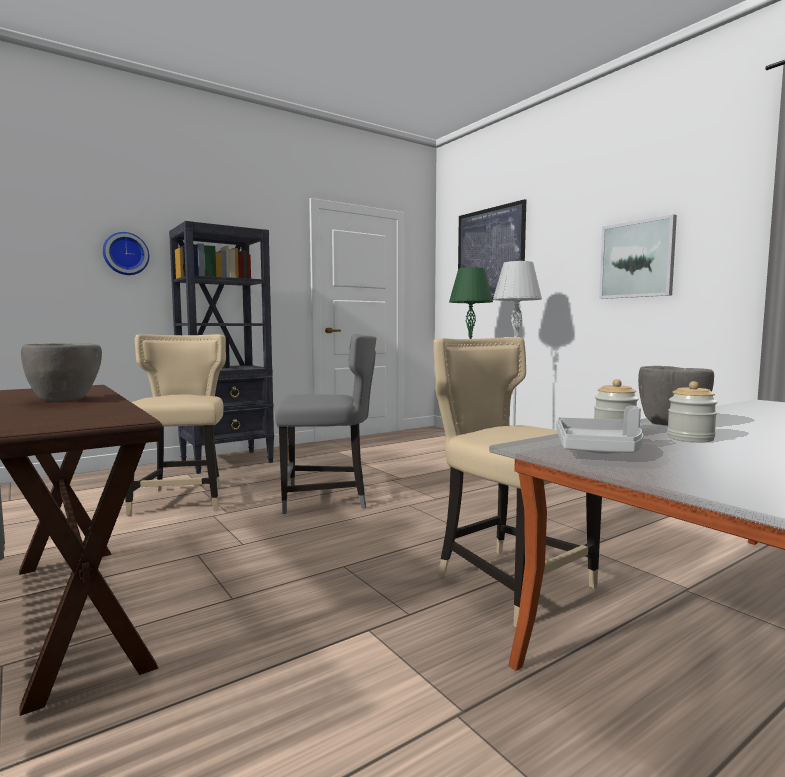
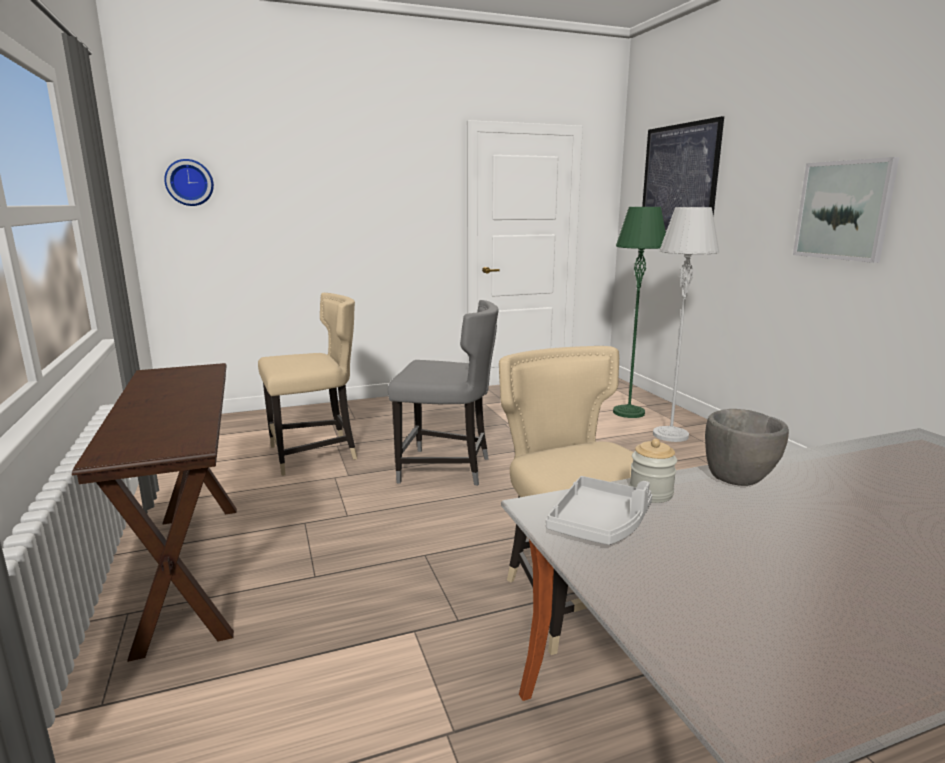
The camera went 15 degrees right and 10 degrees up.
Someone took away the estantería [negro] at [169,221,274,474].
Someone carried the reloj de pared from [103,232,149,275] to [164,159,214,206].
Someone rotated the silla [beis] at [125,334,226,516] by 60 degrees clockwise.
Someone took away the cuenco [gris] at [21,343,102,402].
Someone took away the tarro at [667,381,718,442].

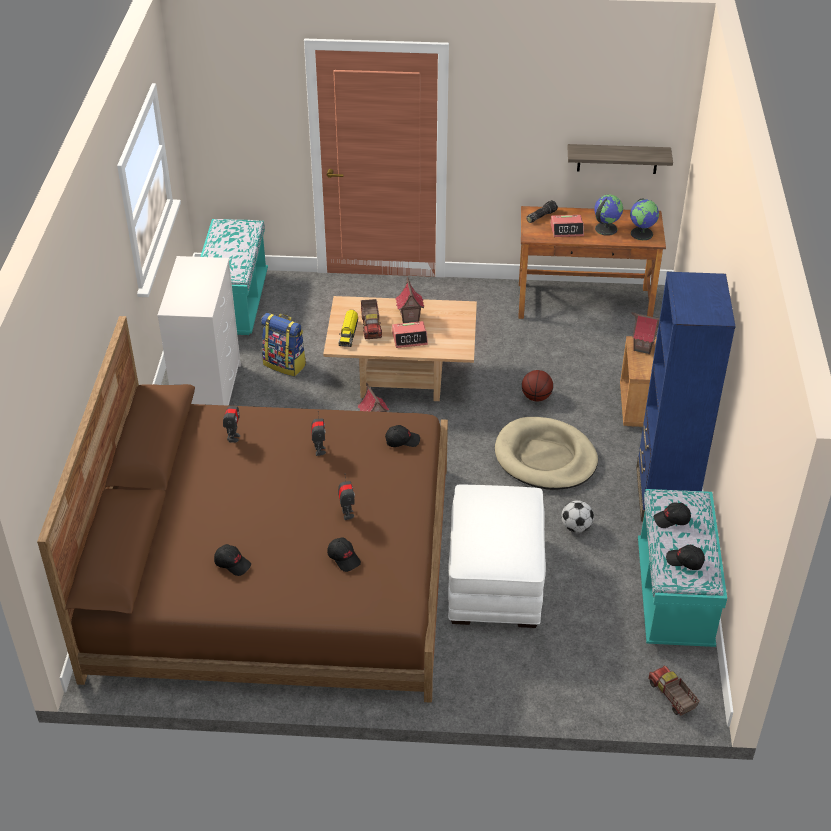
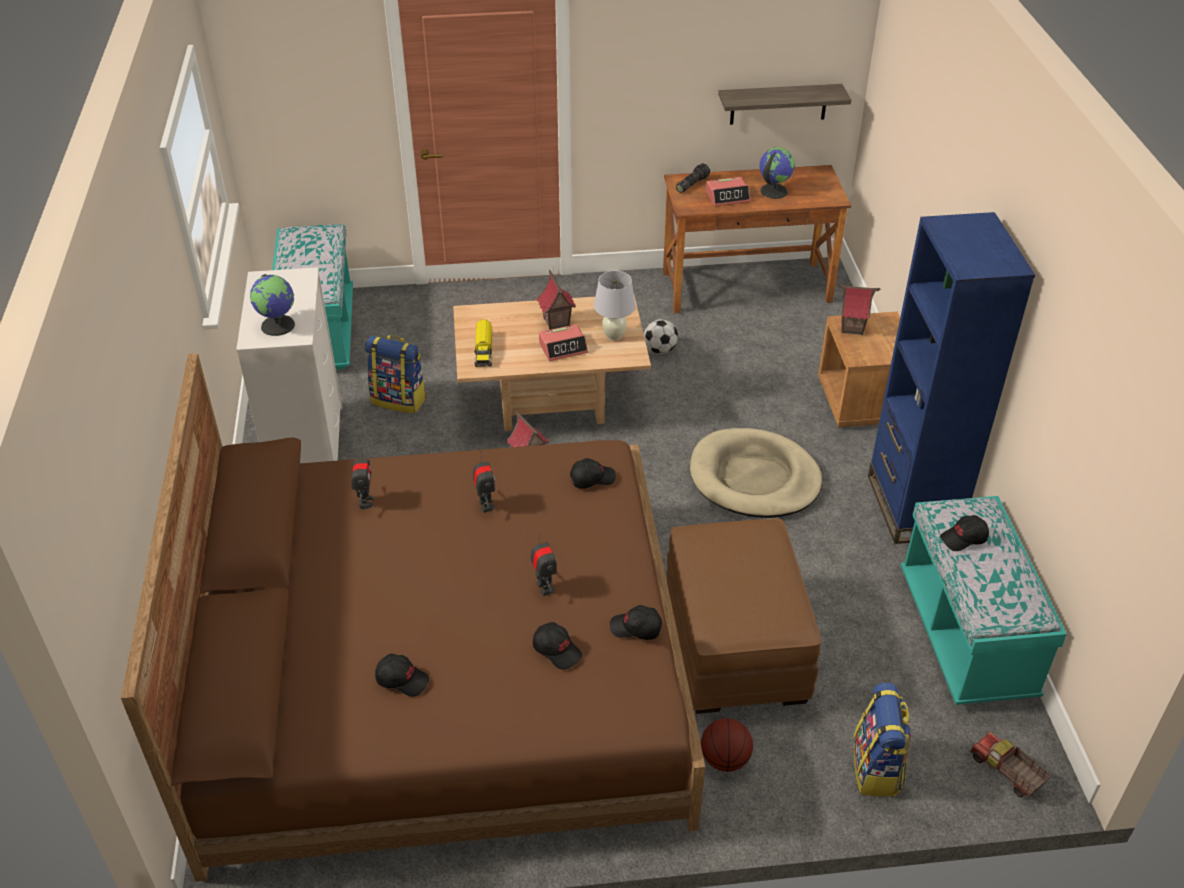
The camera went 10 degrees left and 0 degrees up.
Someone carried the globo terráqueo from [630,199,659,240] to [250,274,295,336].
Someone took away the camión de juguete at [361,299,382,339].
Someone carried the balón de baloncesto from [522,370,553,402] to [701,718,753,772].
Someone repainted the puf [blanco] at [448,484,546,628], which became the puf [marrón] at [667,519,821,714].
Someone carried the balón de fútbol from [561,500,594,533] to [644,319,678,354].
Someone carried the gorra [negro] from [666,545,705,570] to [610,605,662,640].
Someone put down the lámpara de mesa [blanco] at [594,271,636,341].
Someone put down the mochila at [853,682,911,797].

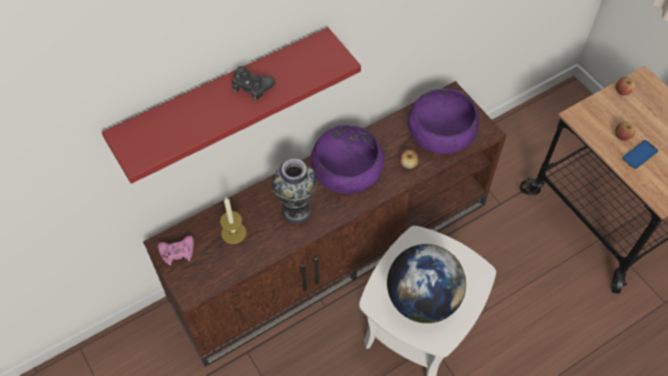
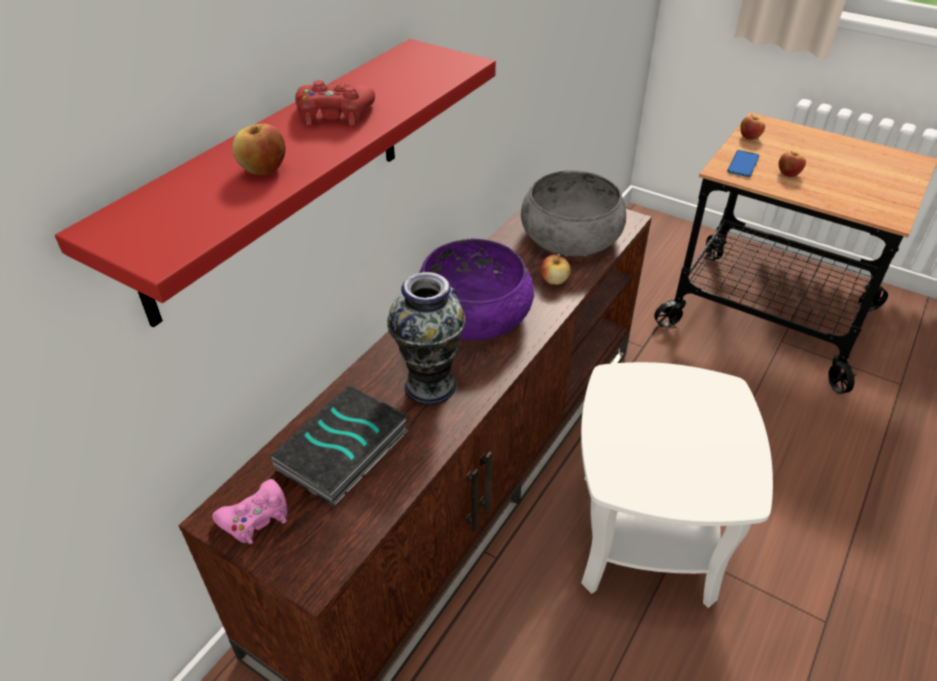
The camera went 25 degrees left and 15 degrees down.
Someone repainted the mando de consola [negro] at [232,66,276,101], which became the mando de consola [rojo] at [295,80,375,125].
Someone repainted the cuenco [morado] at [408,88,479,154], which became the cuenco [gris] at [521,170,626,256].
Someone carried the móvil from [622,140,658,169] to [727,150,760,177].
Someone swapped the vela at [220,198,246,244] for the libro at [271,385,409,507].
Someone took away the globo terráqueo at [387,244,466,323].
Someone put down the manzana at [232,124,286,175].

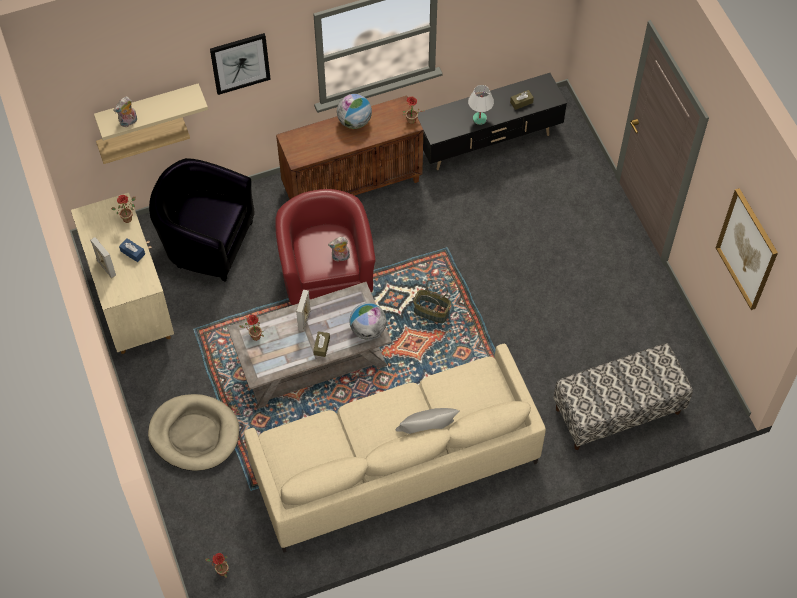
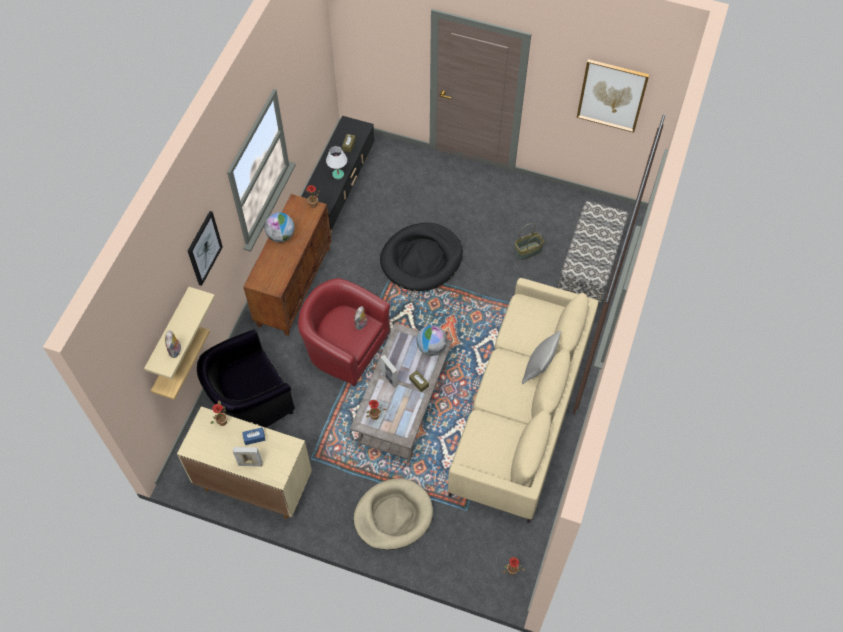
The camera went 50 degrees left and 0 degrees up.
Someone carried the cesta from [413,280,451,323] to [514,223,544,260].
Someone put down the cama para perro [negro] at [380,223,463,291].

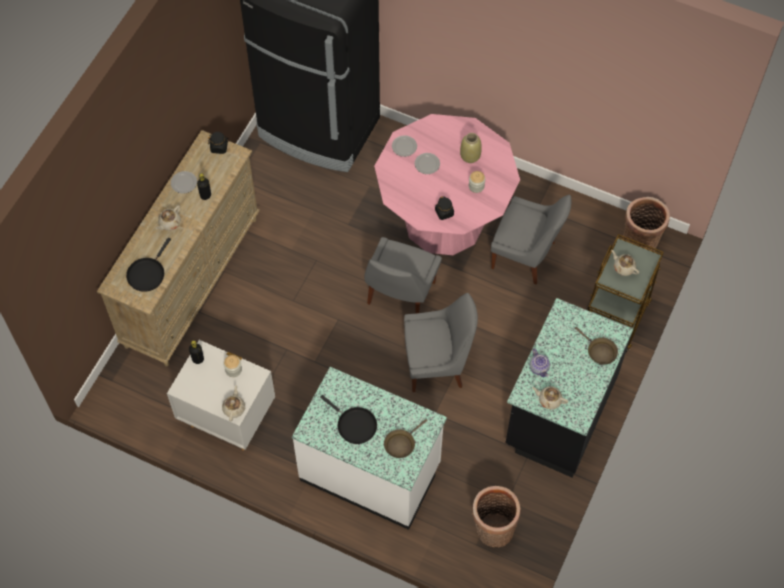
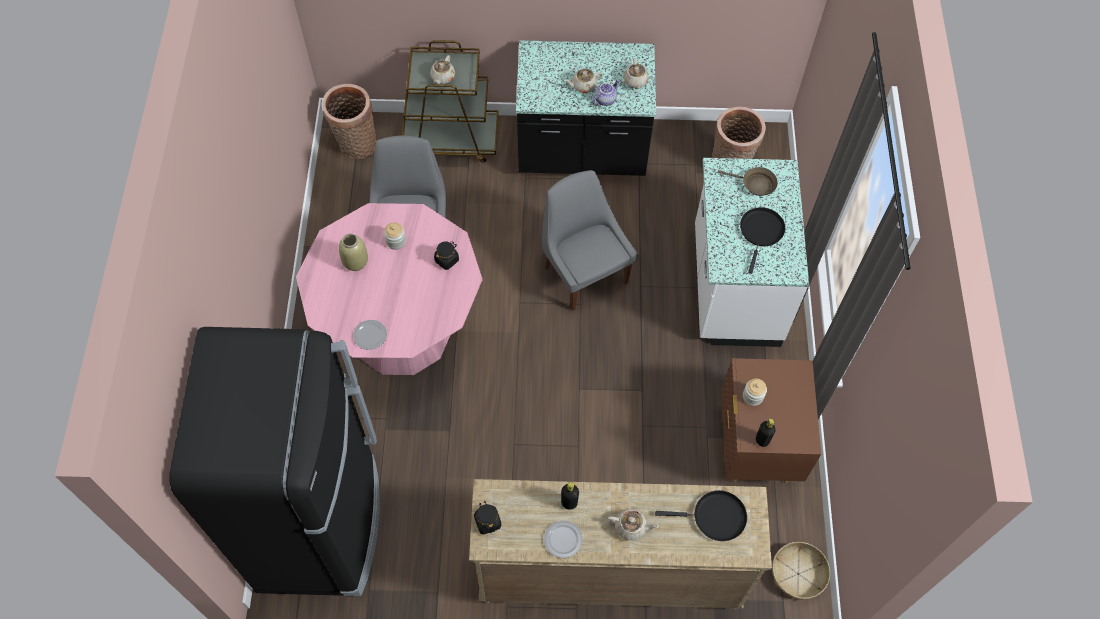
The camera went 115 degrees left and 0 degrees up.
Someone took away the plato at [415,153,440,174].
Someone took away the silla [gris] at [364,237,442,314].
Someone took away the sartén [marrón] at [575,327,618,365].
Someone repainted the mesita de noche [blanco] at [167,340,275,450], which became the mesita de noche [marrón] at [721,358,821,483].
Someone carried the tetera [beis] from [222,385,245,421] to [564,68,603,93].
Someone put down the cesta at [772,542,830,600].

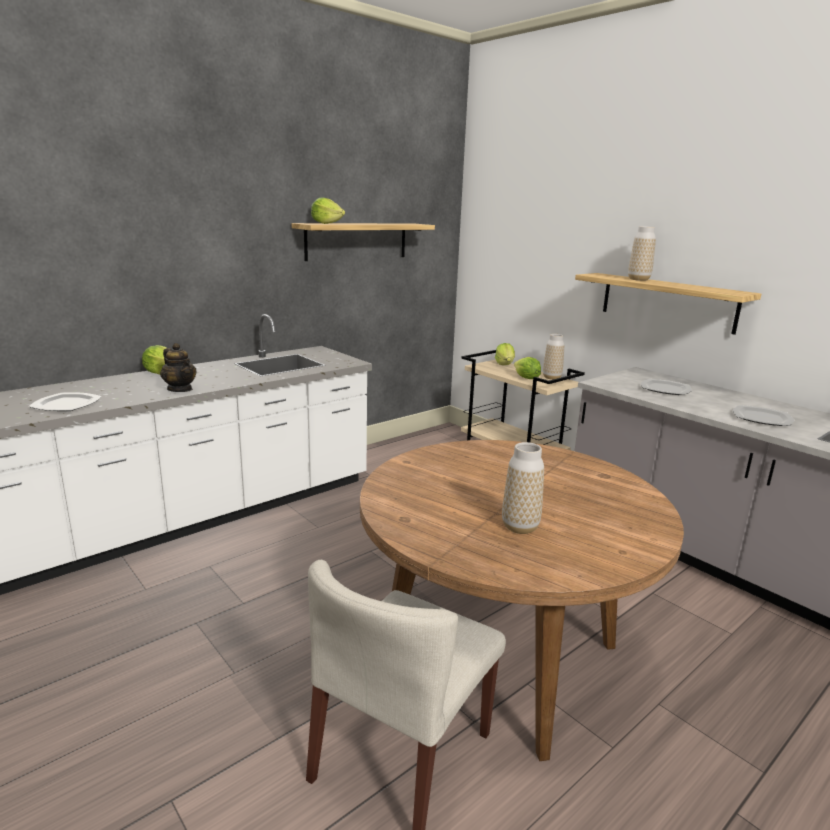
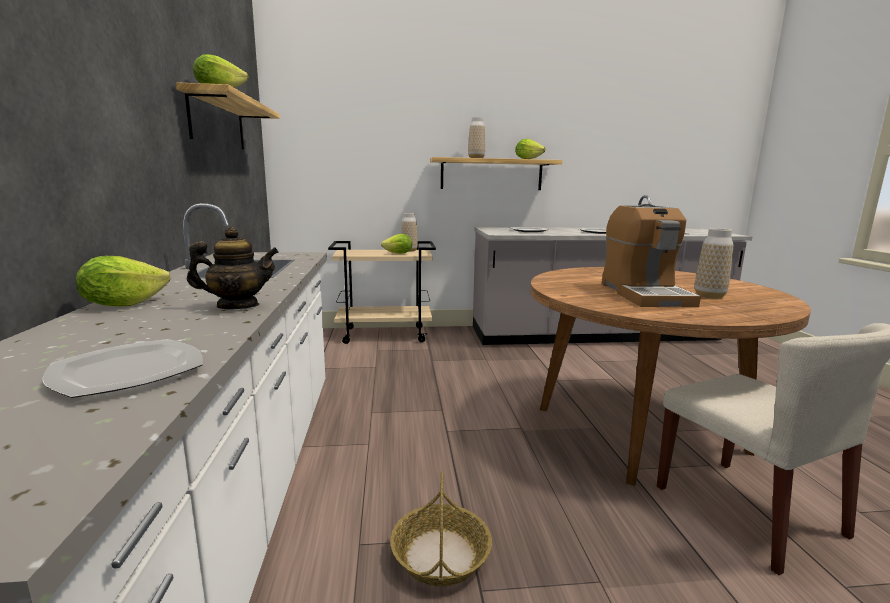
The camera went 55 degrees left and 5 degrees down.
Someone carried the lechuga from [495,343,515,365] to [515,139,546,159].
Someone put down the cafetera at [602,204,701,307].
Someone put down the cesta at [390,471,492,586].

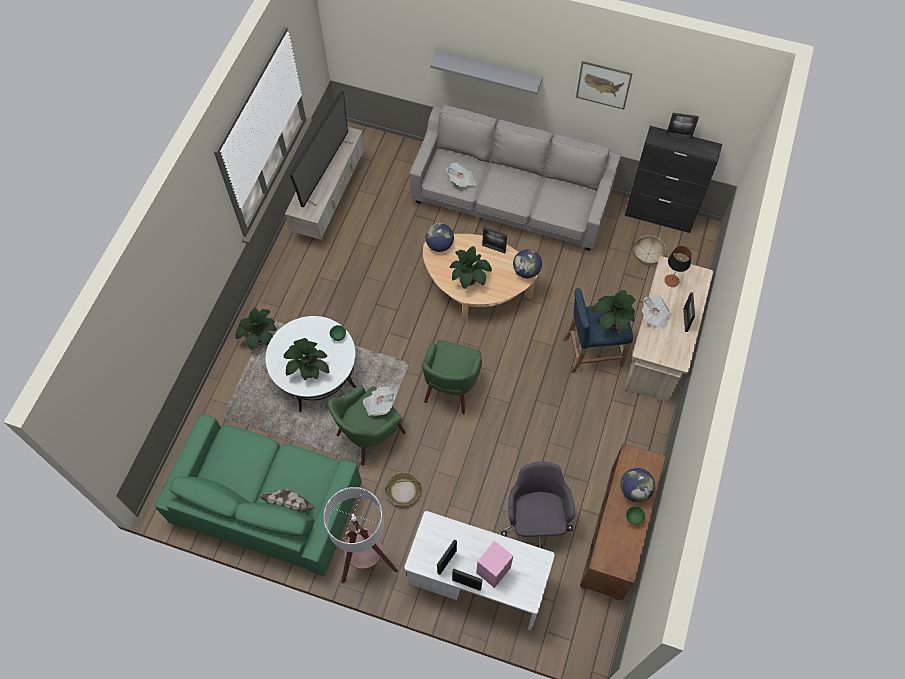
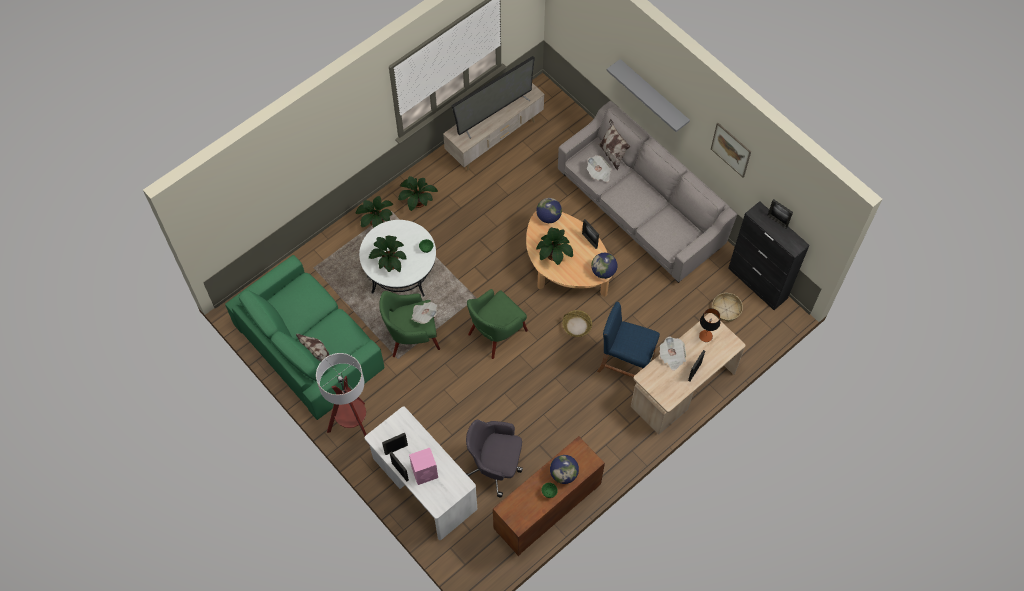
The camera went 30 degrees right and 0 degrees up.
Someone carried the planta en maceta from [591,290,635,335] to [398,176,438,211].
Someone rotated the silla de oficina [gris] at [501,461,575,548] by 105 degrees counterclockwise.
Someone carried the cesta from [385,472,421,506] to [562,310,592,337].
Someone put down the cojín at [598,119,630,171].

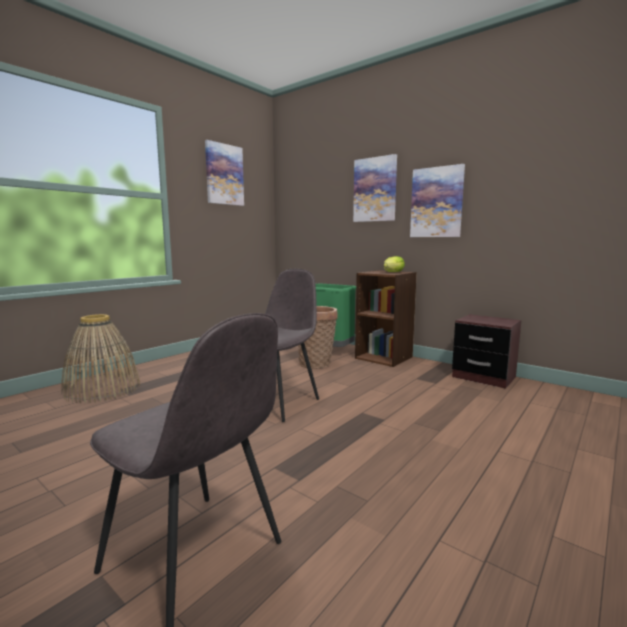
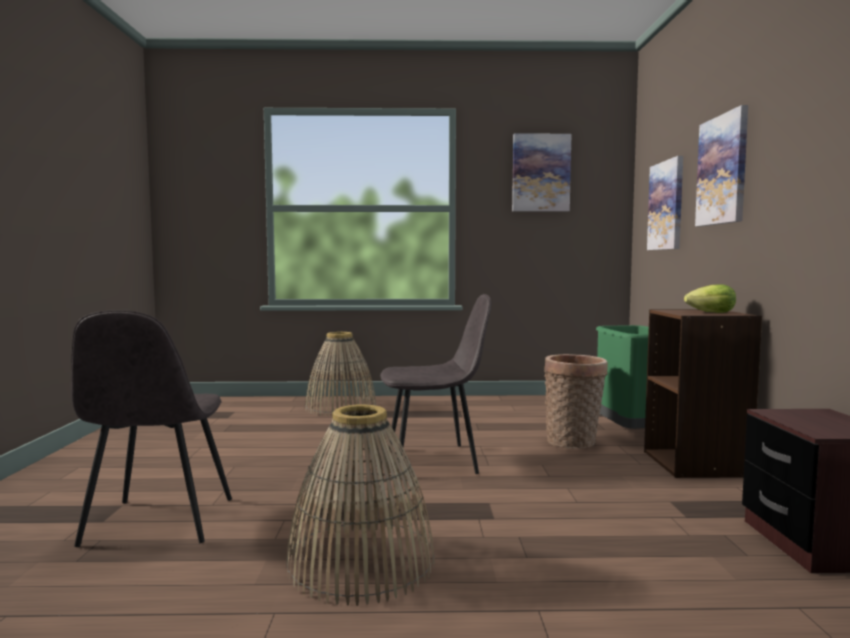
The camera went 50 degrees right and 5 degrees down.
Someone carried the cuadro from [410,164,465,237] to [647,156,683,250].
Someone put down the cesta at [286,404,435,606].

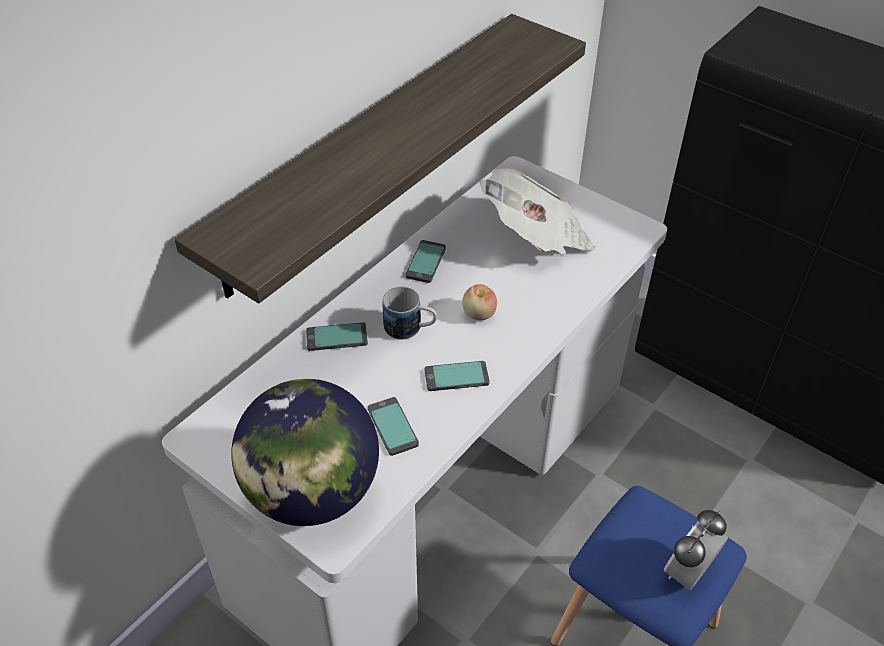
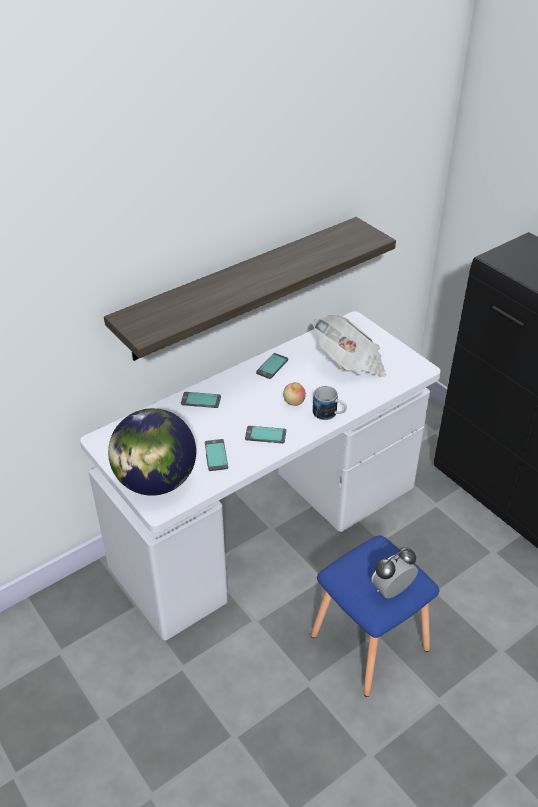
The camera went 15 degrees right and 5 degrees down.
Someone carried the taza grande from [383,287,437,340] to [313,386,347,420].

